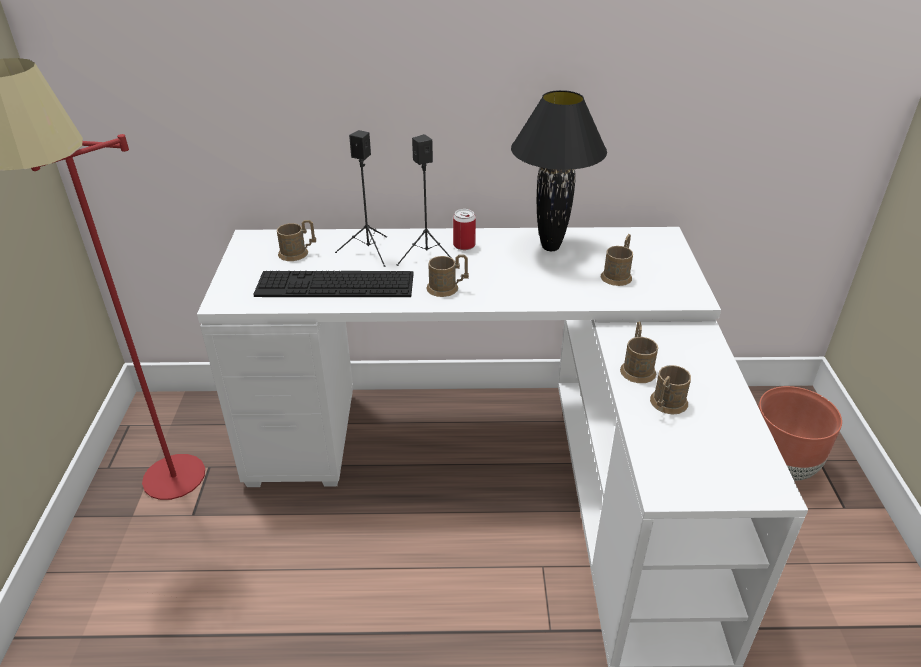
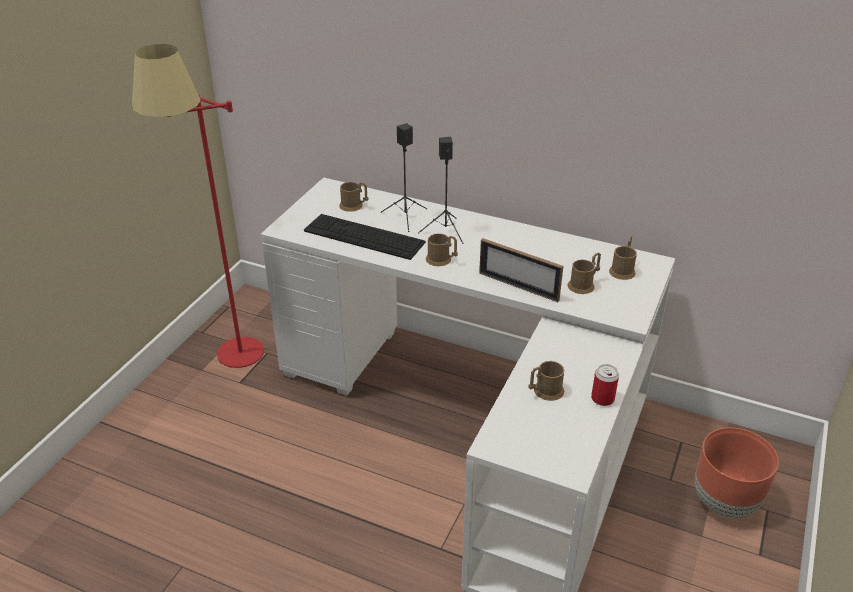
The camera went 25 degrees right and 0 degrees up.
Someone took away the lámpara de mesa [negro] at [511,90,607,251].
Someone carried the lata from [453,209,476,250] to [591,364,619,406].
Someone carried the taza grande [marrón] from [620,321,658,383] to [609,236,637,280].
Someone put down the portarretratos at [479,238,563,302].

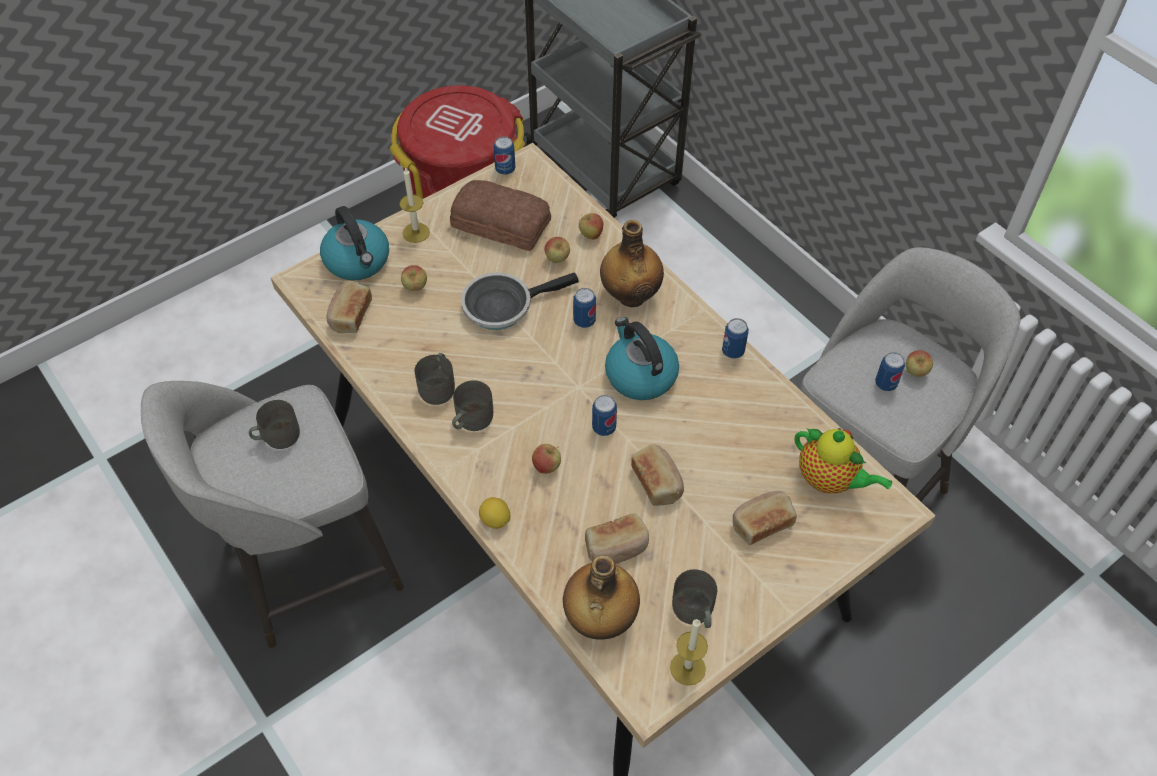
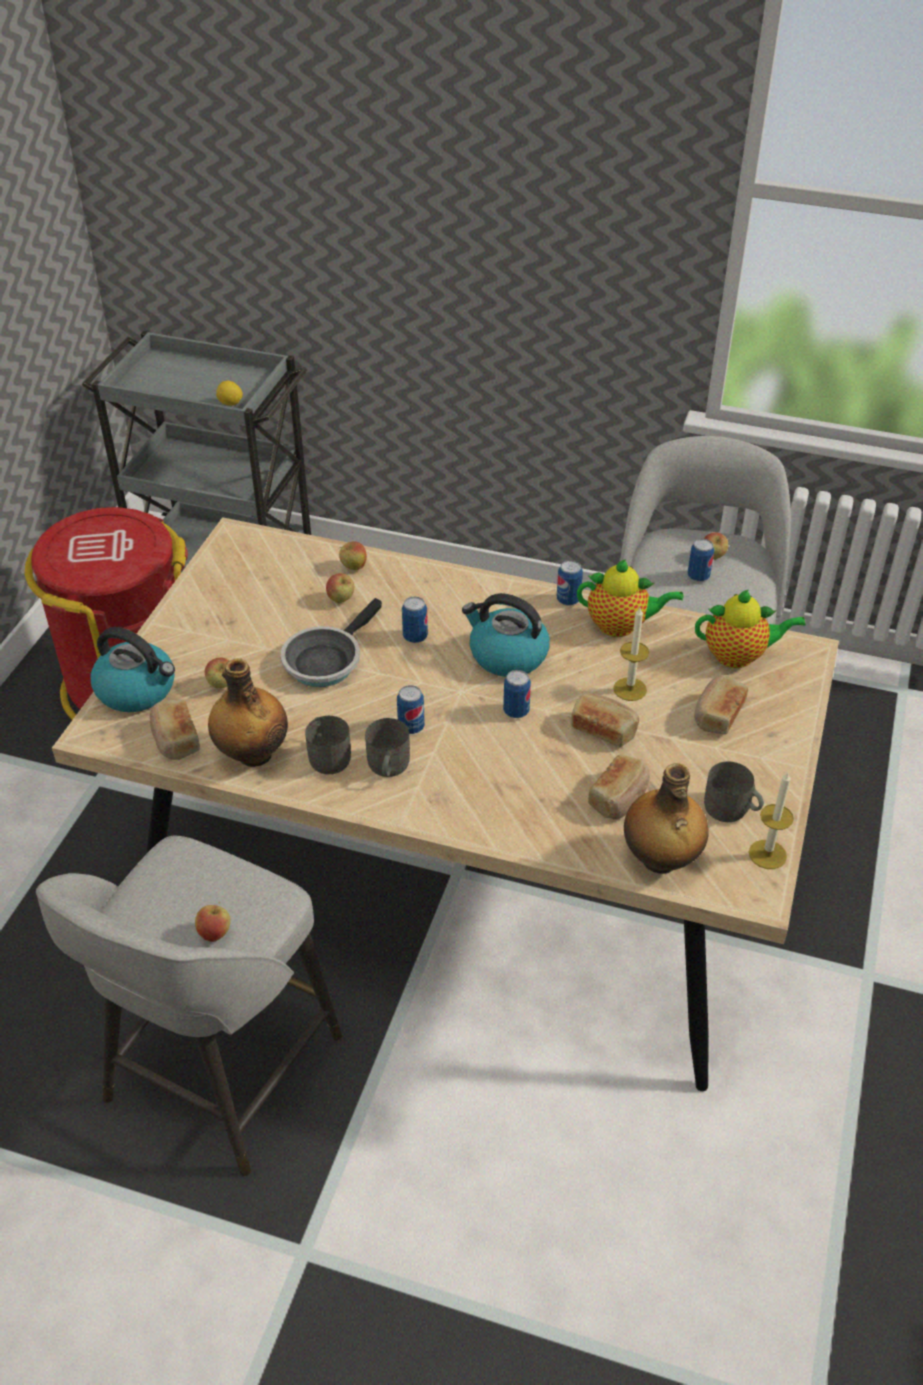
The camera went 35 degrees left and 10 degrees down.
Someone carried the lata from [493,137,515,175] to [397,685,425,734].
Someone carried the vela from [399,167,430,243] to [613,607,649,701].
Someone took away the pan at [450,180,551,251].
Someone carried the botella from [600,220,664,307] to [208,658,288,767].
Someone took away the taza grande [gris] at [249,400,300,449].
Someone carried the manzana from [532,444,561,474] to [195,902,231,942].
Someone carried the limón from [479,497,510,529] to [216,381,243,406].
Someone put down the tetera at [577,559,683,637].

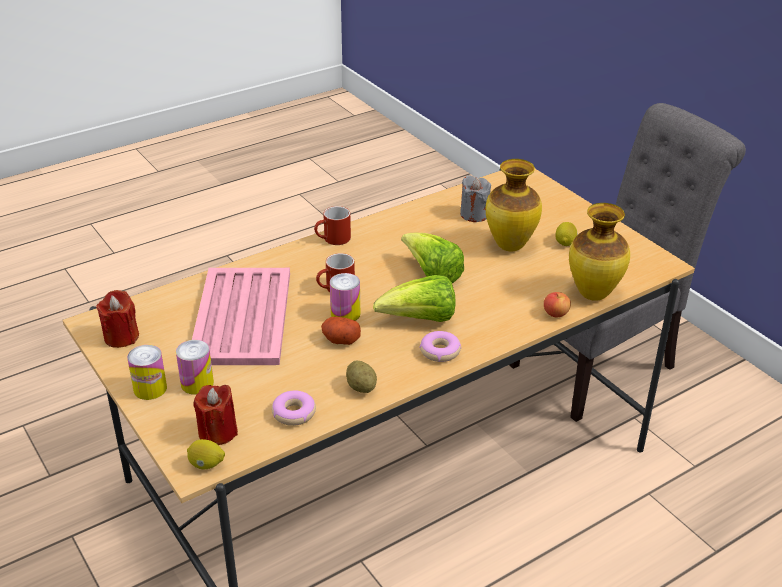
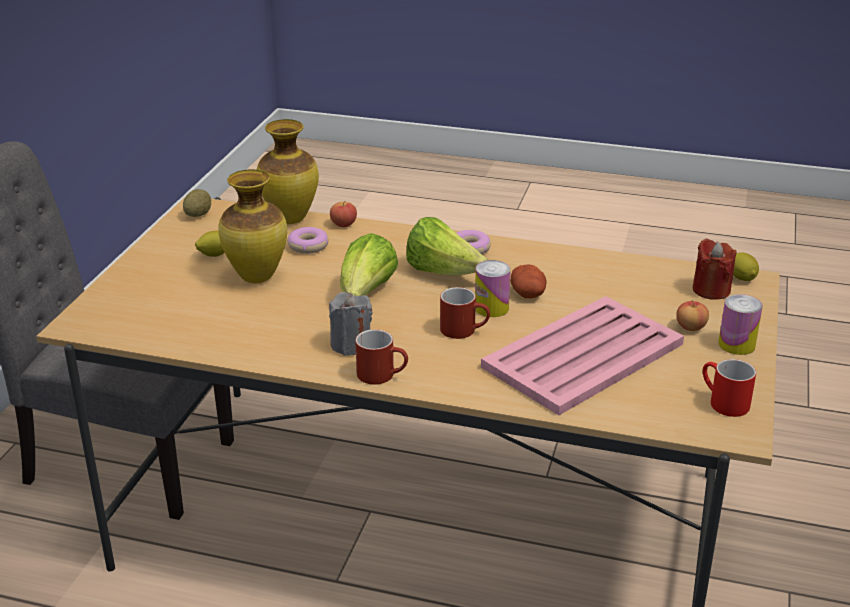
The camera went 130 degrees left and 5 degrees down.
Someone carried the vela [gris] from [460,175,491,222] to [329,292,372,356].
Someone swapped the vela [rojo] at [96,290,139,348] for the taza grande [rojo] at [703,359,756,417].
Someone swapped the lata at [176,340,214,395] for the manzana at [676,300,709,331].
Someone carried the patata from [346,361,377,393] to [183,189,211,217].
Someone carried the rosquilla from [272,391,316,426] to [287,227,329,254].

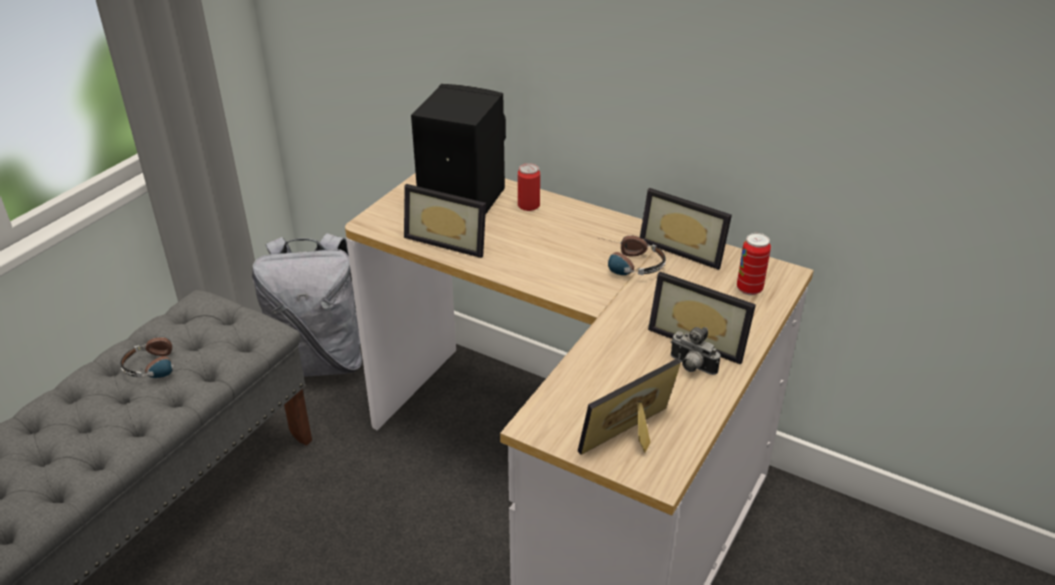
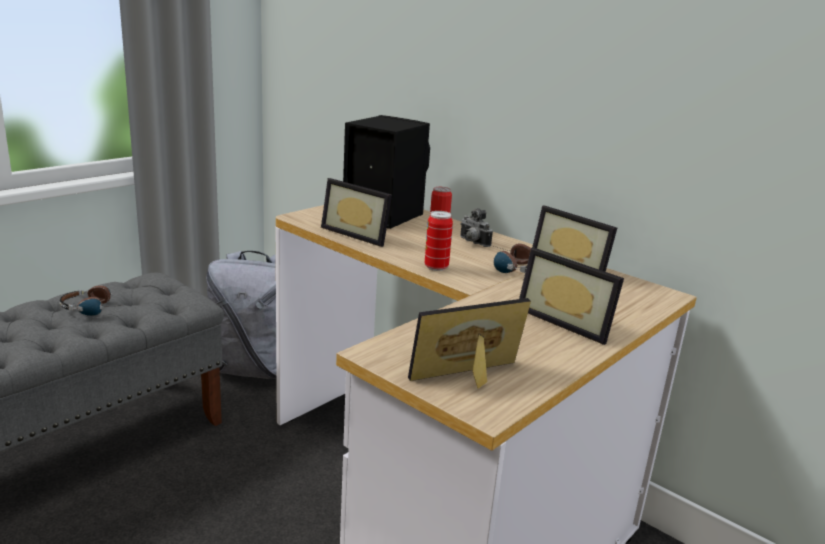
The camera went 10 degrees right and 15 degrees down.
Someone carried the lata from [737,233,771,295] to [425,211,453,271].
Someone carried the cámara from [671,327,721,375] to [460,208,493,247].

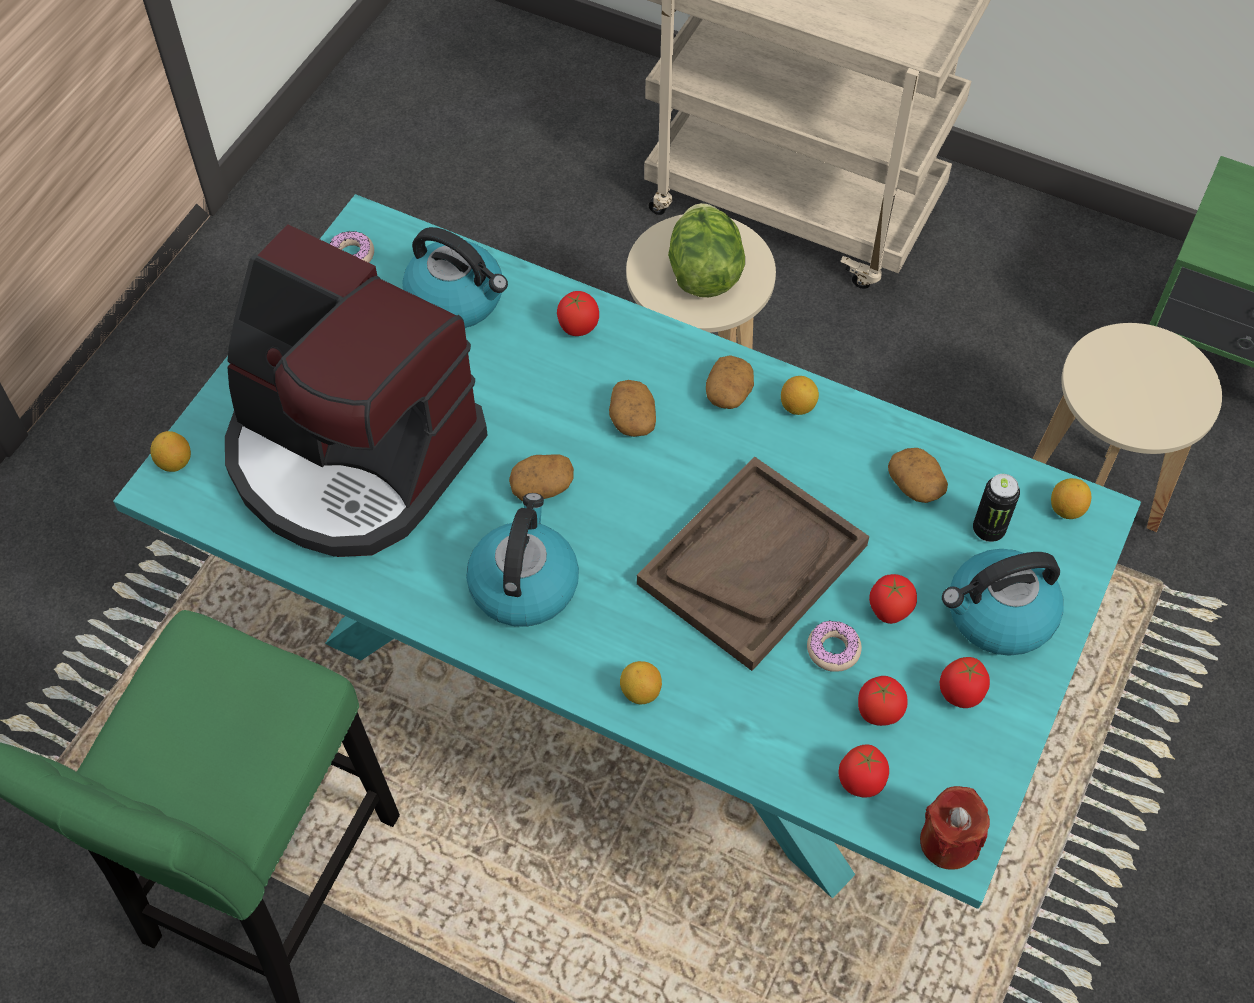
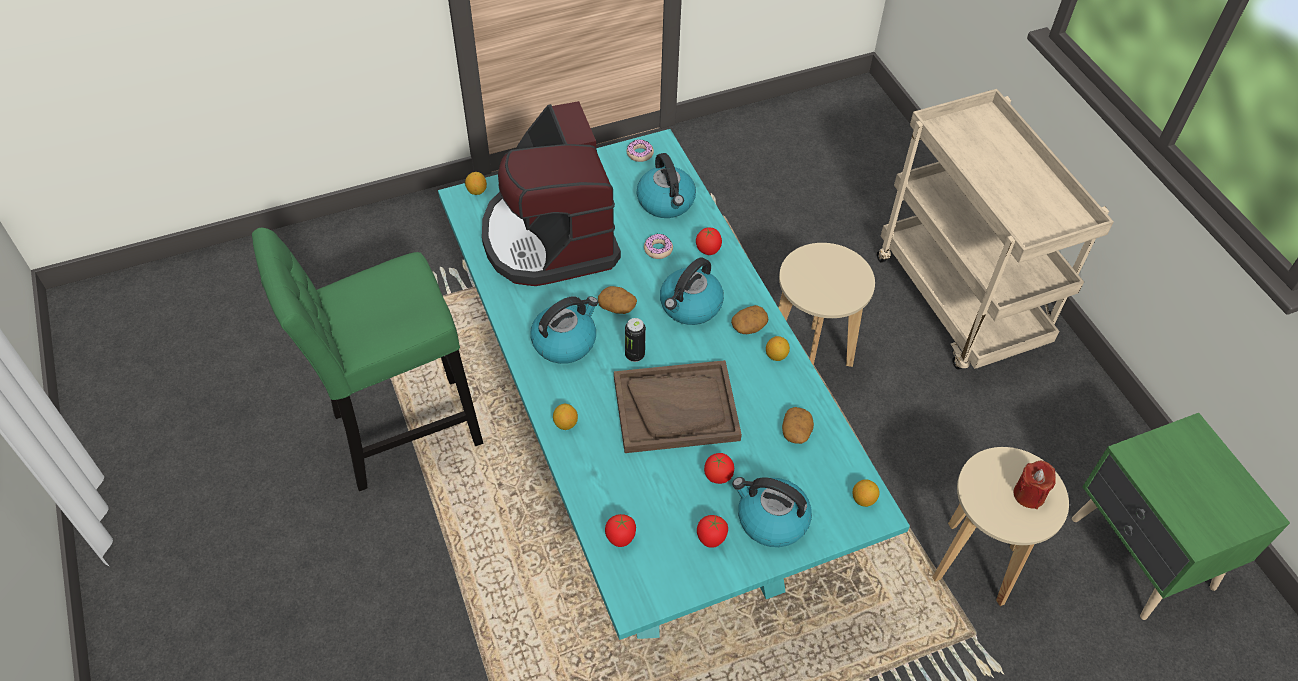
The camera went 40 degrees right and 5 degrees down.
Someone took away the lechuga at [668,203,745,297].
Someone swapped the patata at [609,380,656,437] for the hervidor at [660,257,724,325].
Someone carried the lata from [973,474,1020,542] to [625,318,646,362].
Someone carried the rosquilla from [807,621,862,672] to [644,234,673,259].
Someone took away the tomate at [858,676,907,726].
Someone carried the vela [rojo] from [920,786,990,870] to [1013,461,1056,509].

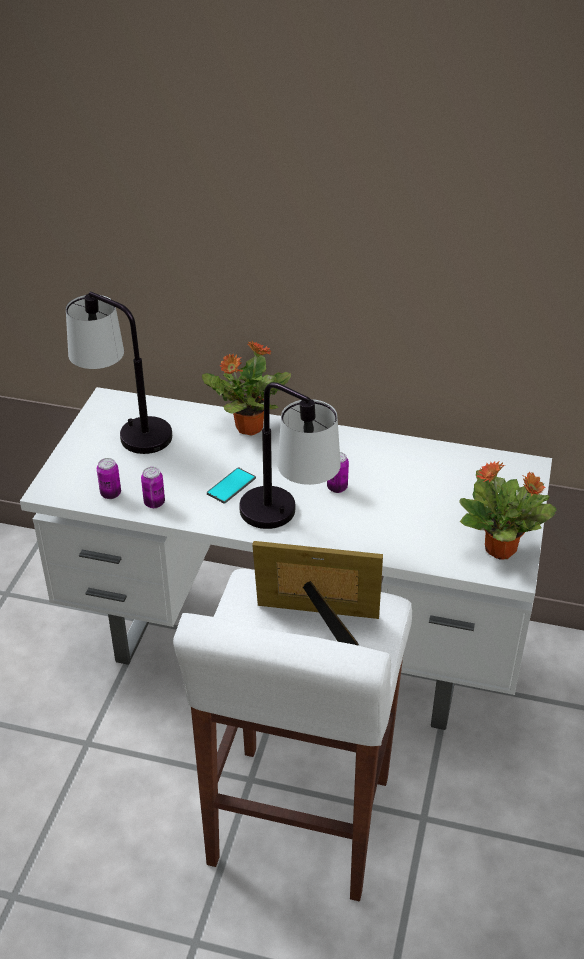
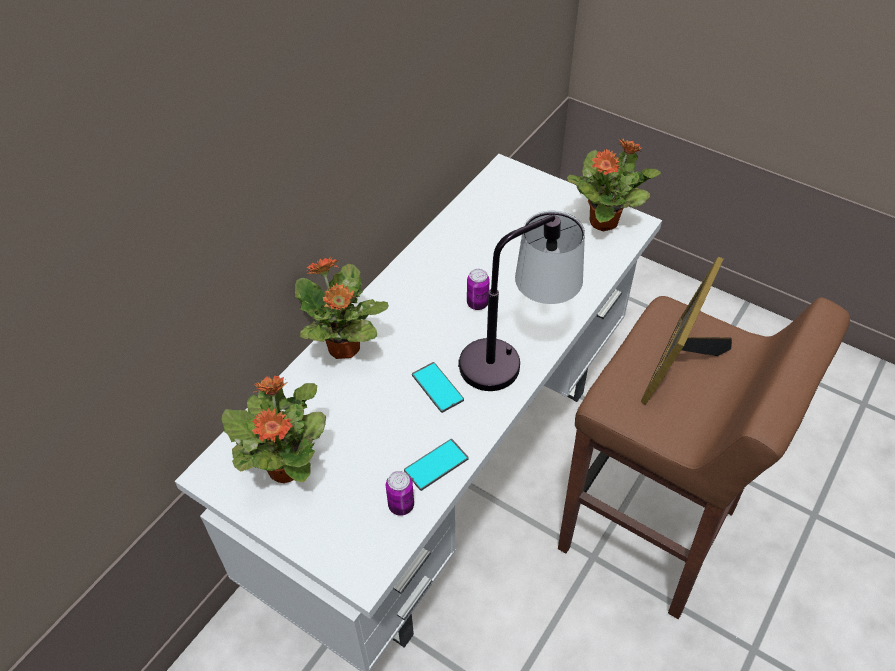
The camera went 70 degrees left and 10 degrees up.
Someone swapped the lámpara de mesa at [66,291,172,454] for the planta en maceta at [222,376,326,483].
Someone swapped the lata at [141,467,165,508] for the móvil at [404,439,469,491].
Someone repainted the taburete [blanco] at [173,569,412,901], which became the taburete [marrón] at [558,296,850,619].

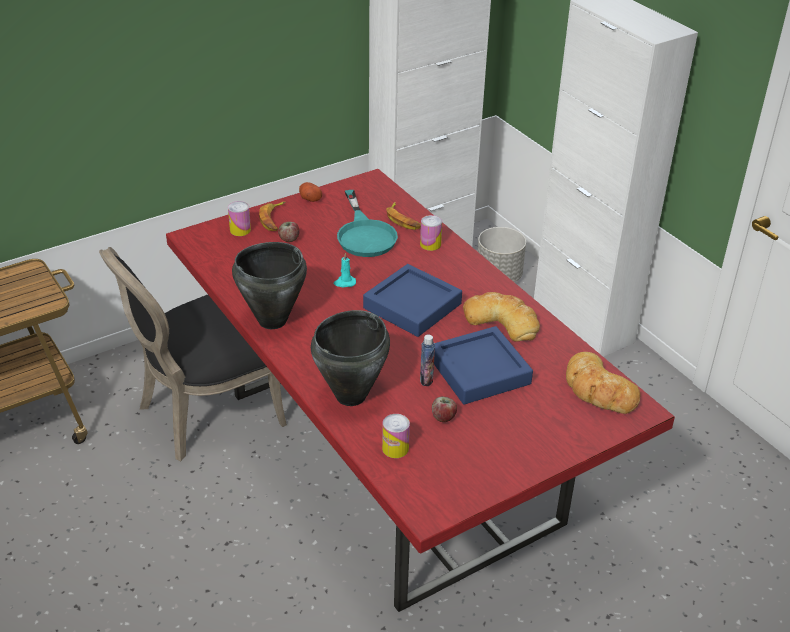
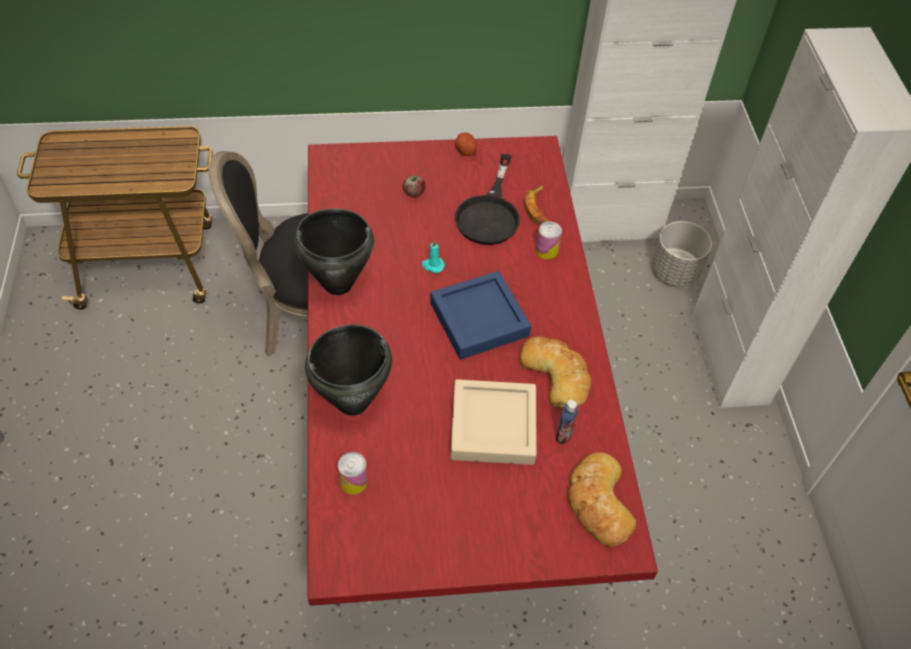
The camera went 25 degrees right and 15 degrees up.
Someone repainted the sartén [turquesa] at [337,190,398,257], which became the sartén [negro] at [455,154,520,245].
Someone took away the lata at [228,201,251,236].
Someone took away the plátano at [259,202,285,231].
Someone repainted the bandeja [azul] at [434,326,533,404], which became the bandeja [beis] at [450,379,537,465].
Someone carried the botella from [420,334,435,386] to [556,400,579,444].
Someone took away the manzana at [432,397,457,422].

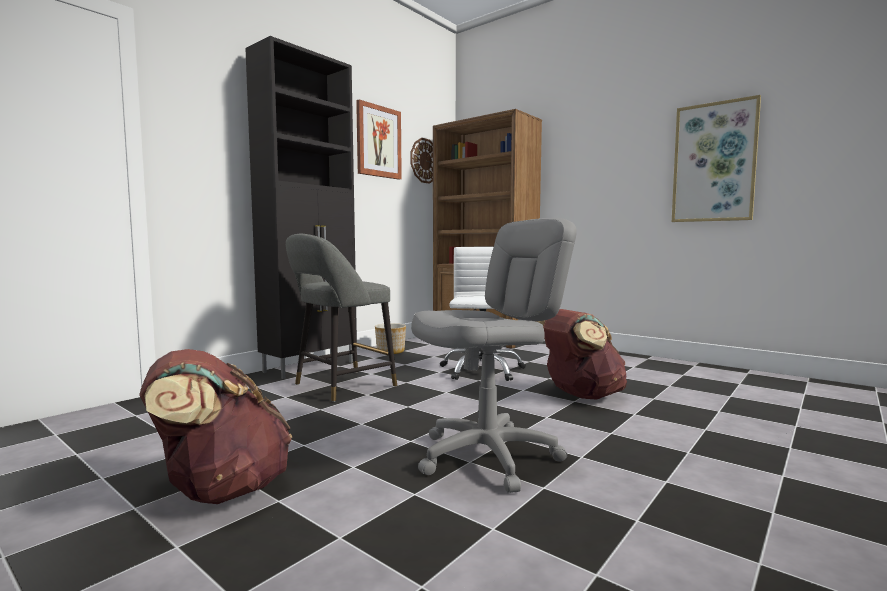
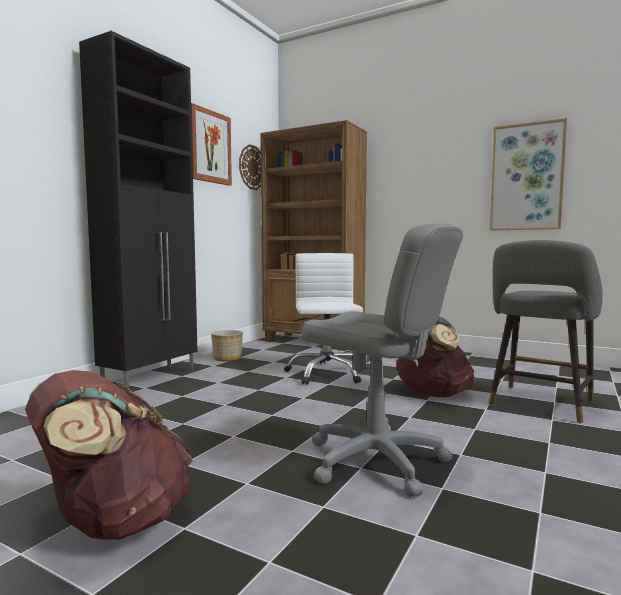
The camera went 10 degrees left and 0 degrees up.
Someone rotated the silla de oficina [gris] at [411,218,577,493] by 75 degrees clockwise.
Someone carried the taburete [gris] from [286,234,397,402] to [488,240,603,424].

